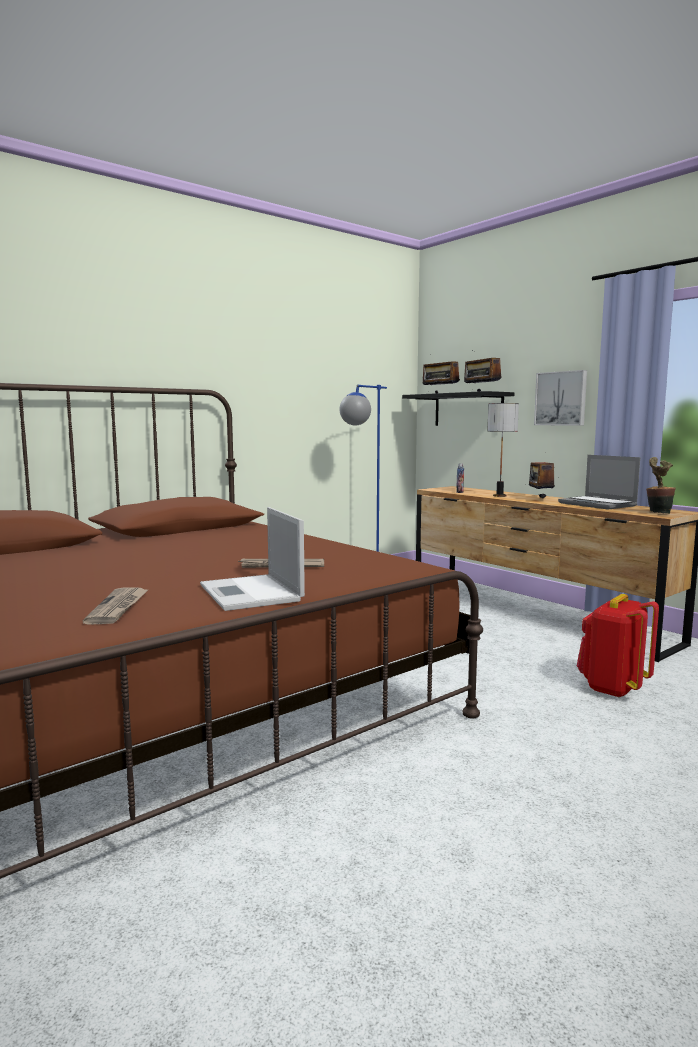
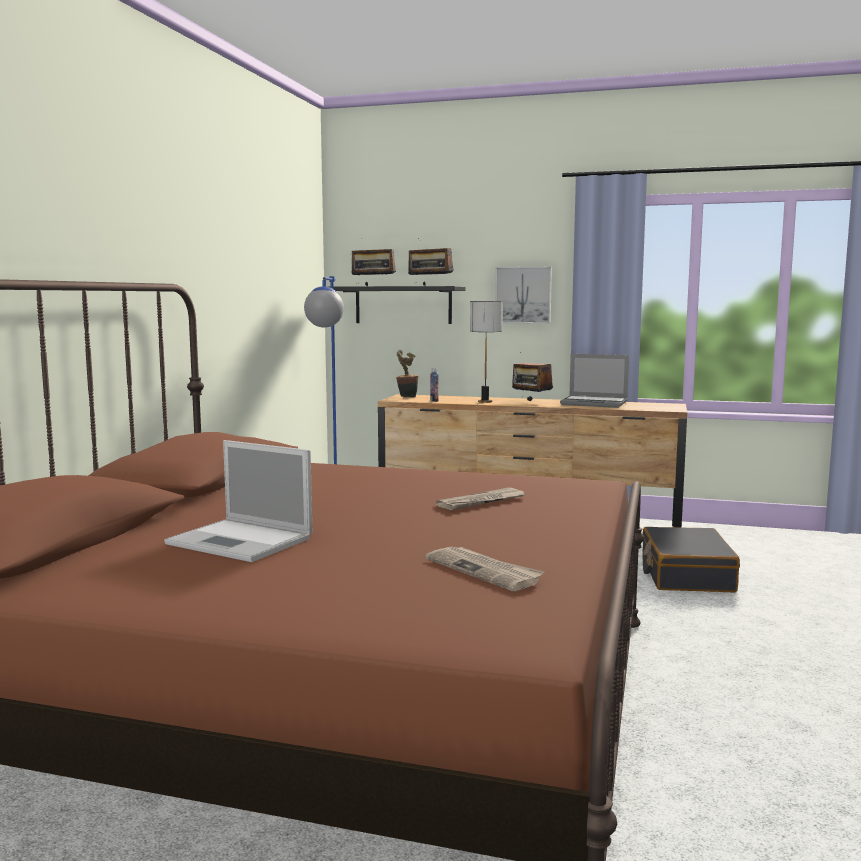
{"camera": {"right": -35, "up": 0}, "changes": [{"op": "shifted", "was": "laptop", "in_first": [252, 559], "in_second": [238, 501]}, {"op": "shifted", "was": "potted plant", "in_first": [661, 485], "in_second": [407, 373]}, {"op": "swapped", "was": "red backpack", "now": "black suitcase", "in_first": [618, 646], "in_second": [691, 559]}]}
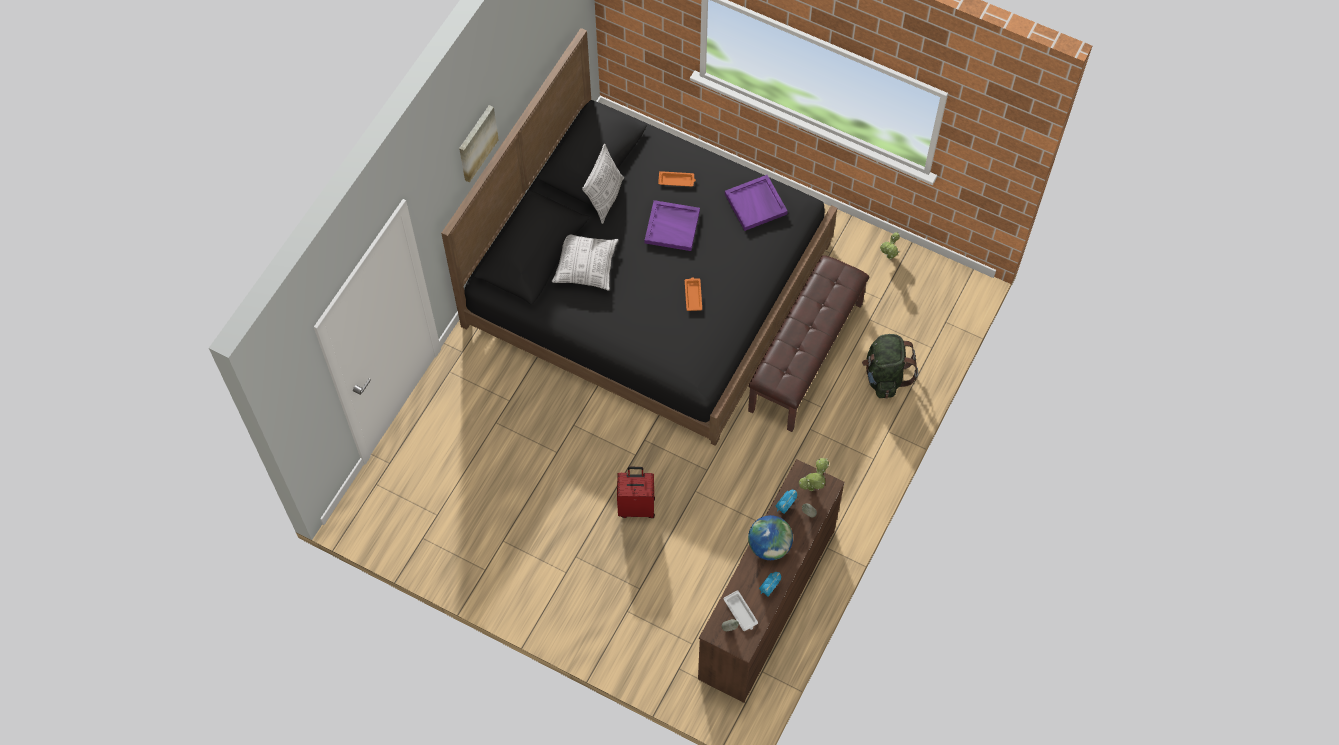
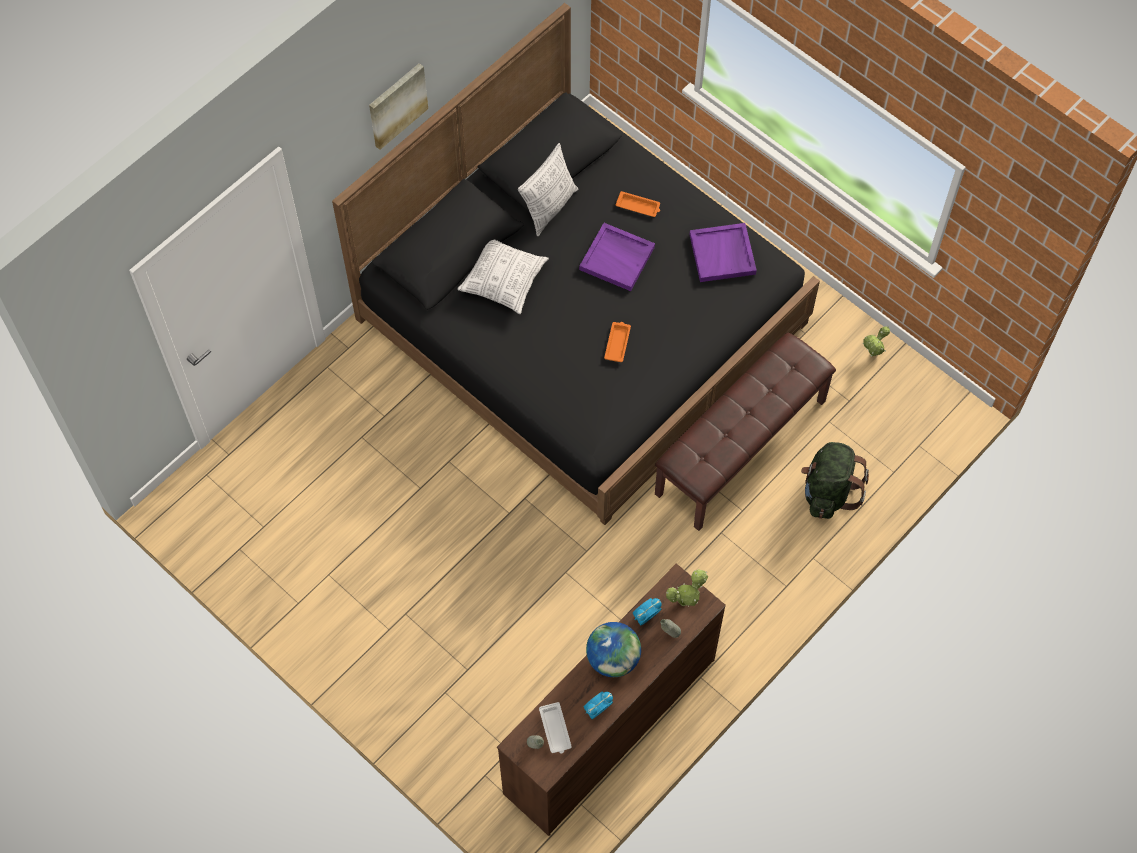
{"camera": {"right": 15, "up": 0}, "changes": [{"op": "gone", "was": "red suitcase", "in_first": [636, 492]}]}
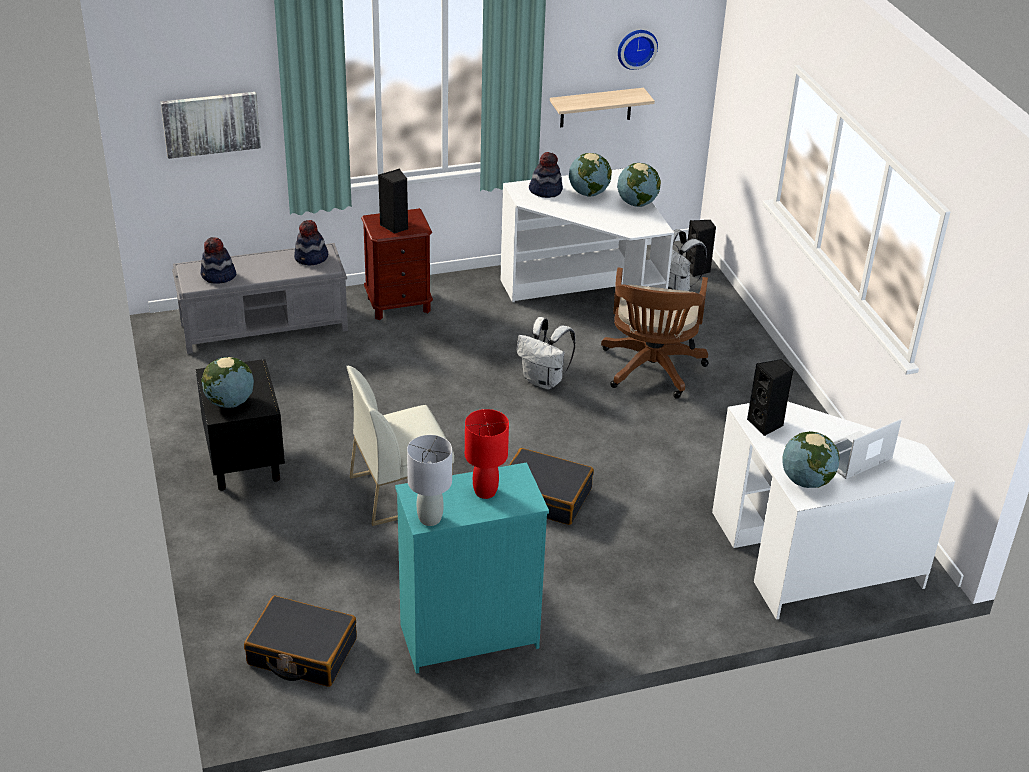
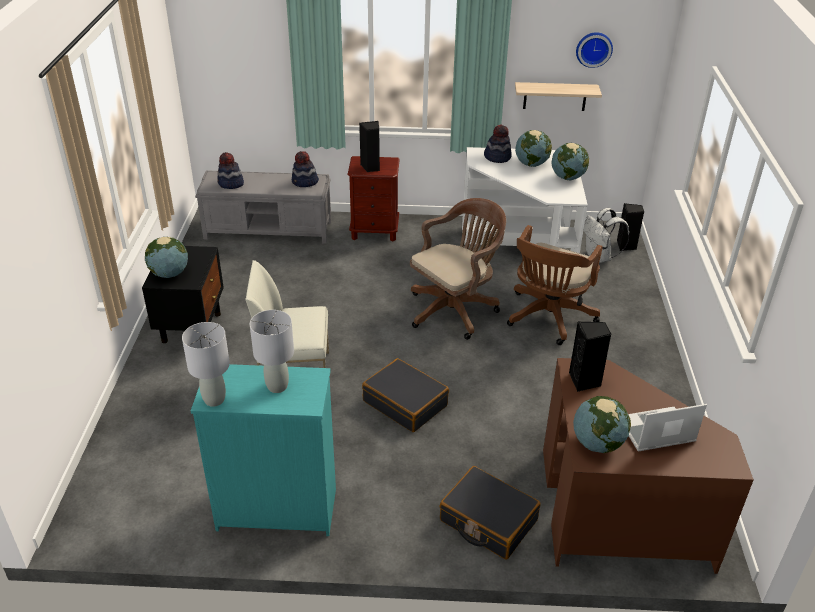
{"camera": {"right": 20, "up": 0}, "changes": [{"op": "gone", "was": "picture", "in_first": [211, 125]}, {"op": "shifted", "was": "black suitcase", "in_first": [300, 641], "in_second": [490, 513]}, {"op": "swapped", "was": "white backpack", "now": "brown office chair", "in_first": [545, 353], "in_second": [458, 269]}, {"op": "repainted", "was": "red table lamp", "now": "grey table lamp", "in_first": [487, 454], "in_second": [272, 351]}, {"op": "repainted", "was": "white desk", "now": "brown desk", "in_first": [833, 510], "in_second": [648, 466]}]}
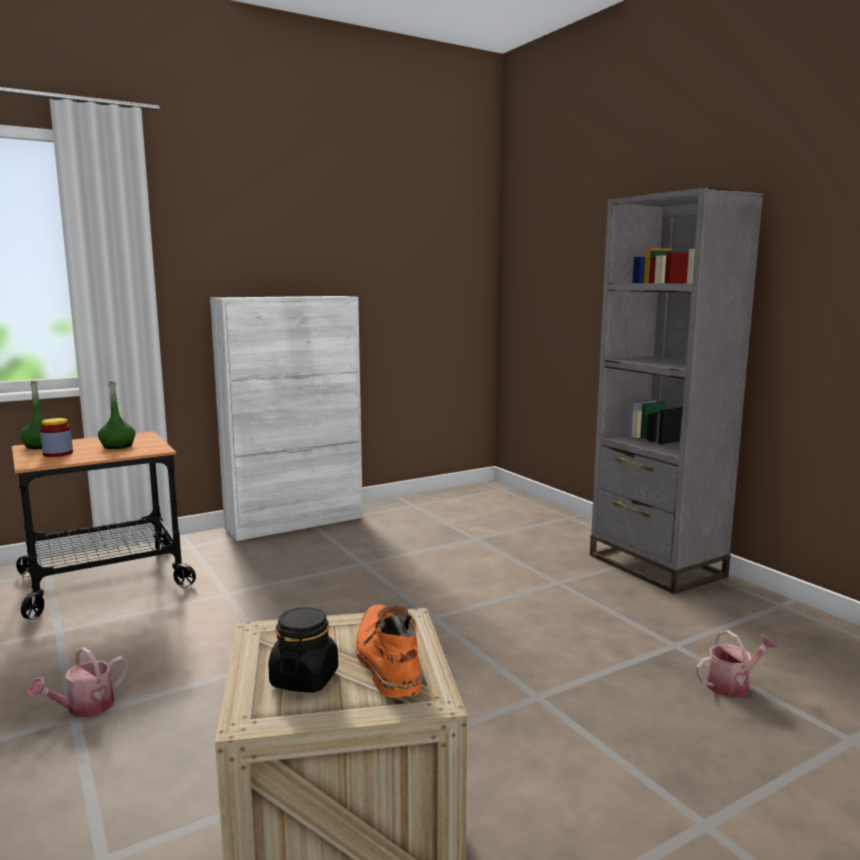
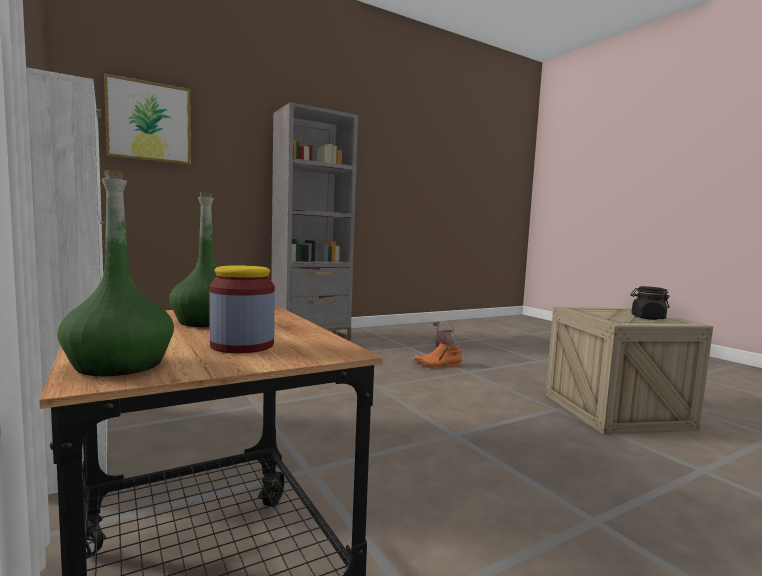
{"camera": {"right": -90, "up": -5}, "changes": [{"op": "gone", "was": "watering can", "in_first": [77, 682]}, {"op": "new", "now": "picture", "in_second": [147, 119]}, {"op": "shifted", "was": "orange boot", "in_first": [388, 651], "in_second": [436, 355]}]}
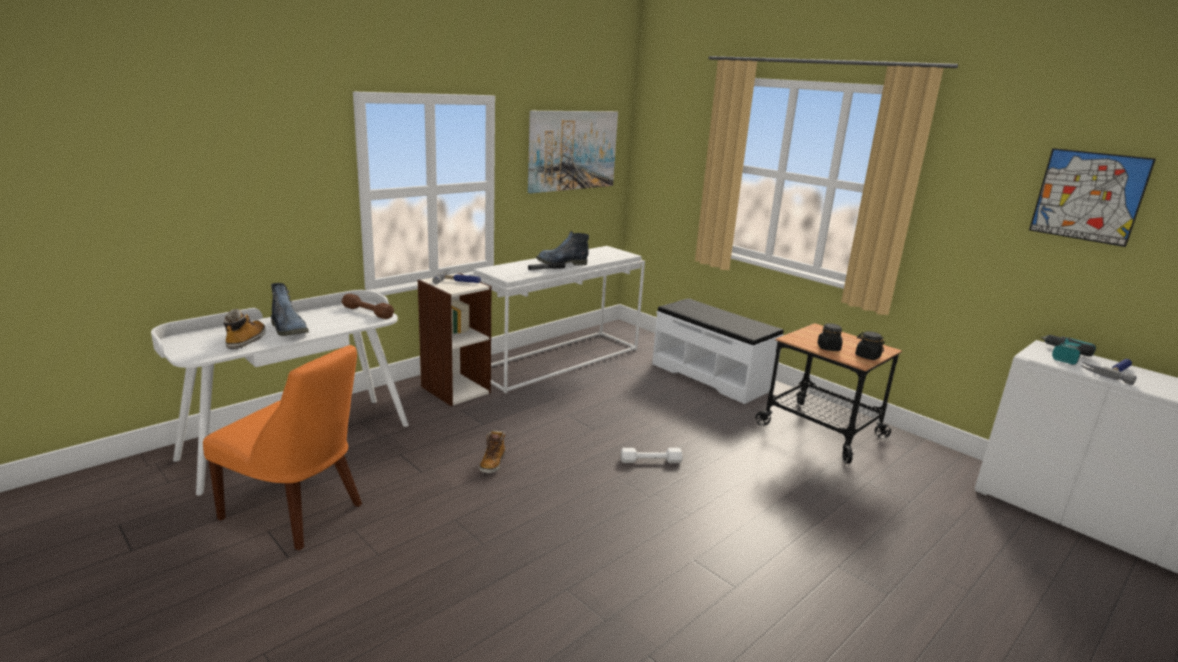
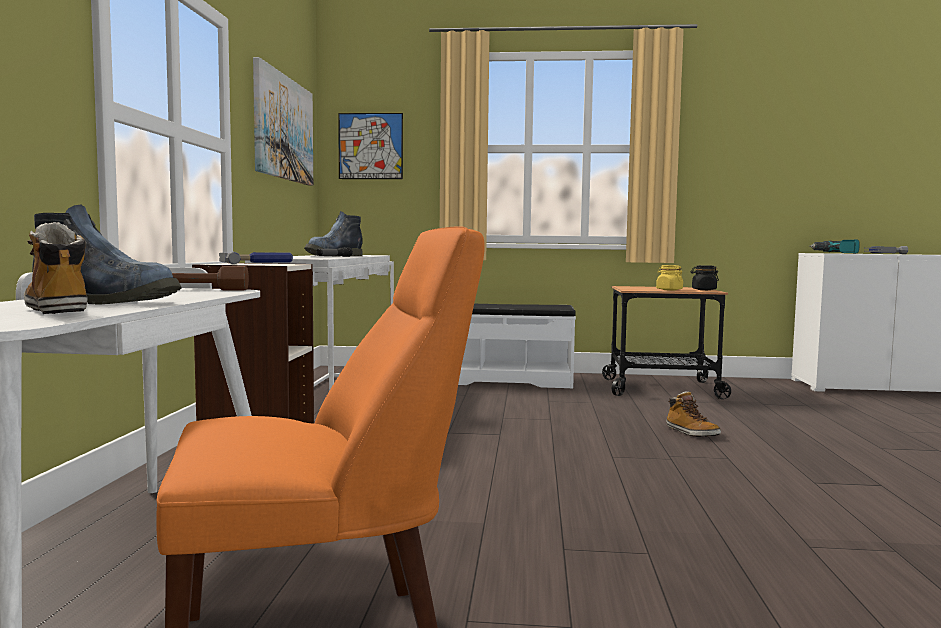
{"camera": {"right": -40, "up": -15}, "changes": [{"op": "gone", "was": "white dumbbell", "in_first": [651, 455]}, {"op": "shifted", "was": "boot", "in_first": [492, 452], "in_second": [693, 414]}, {"op": "shifted", "was": "picture", "in_first": [1092, 197], "in_second": [370, 146]}, {"op": "repainted", "was": "black jar", "now": "yellow jar", "in_first": [829, 337], "in_second": [669, 277]}]}
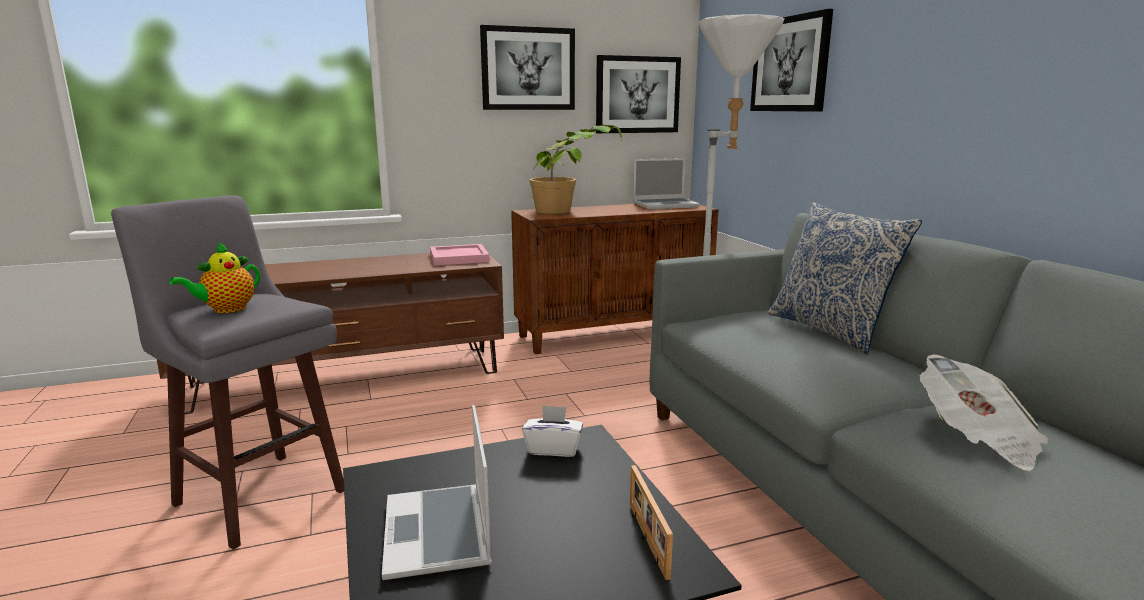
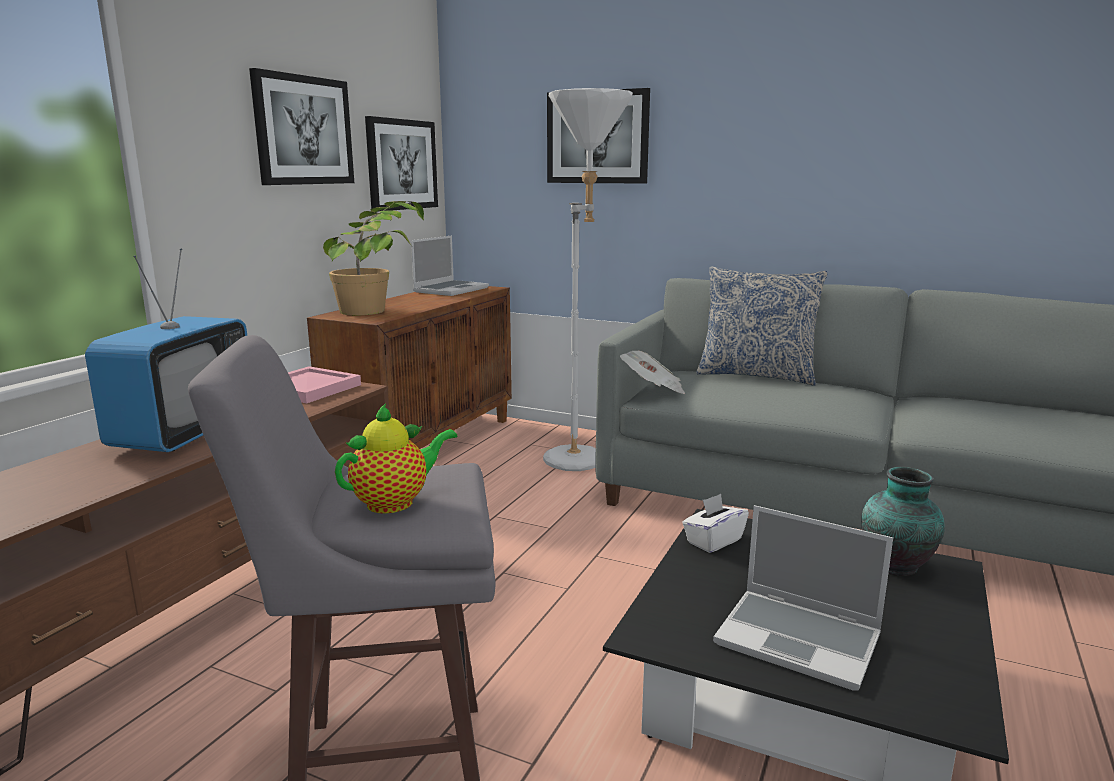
{"camera": {"right": -45, "up": 0}, "changes": [{"op": "new", "now": "television", "in_second": [166, 350]}, {"op": "shifted", "was": "newspaper", "in_first": [984, 413], "in_second": [652, 372]}, {"op": "swapped", "was": "picture frame", "now": "vase", "in_first": [651, 522], "in_second": [903, 521]}, {"op": "rotated", "was": "teapot", "in_first": [214, 277], "in_second": [396, 458], "clockwise": -120}]}
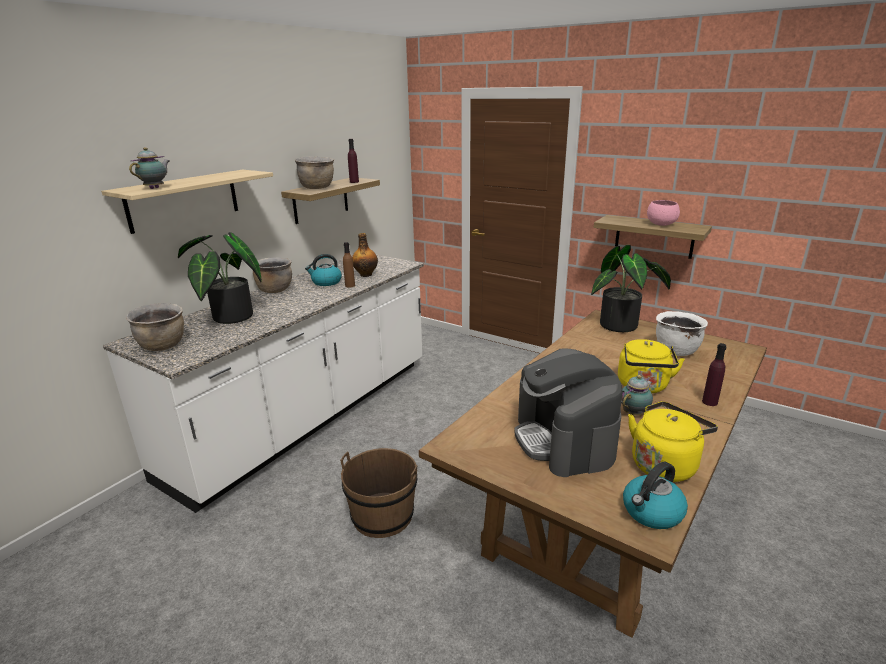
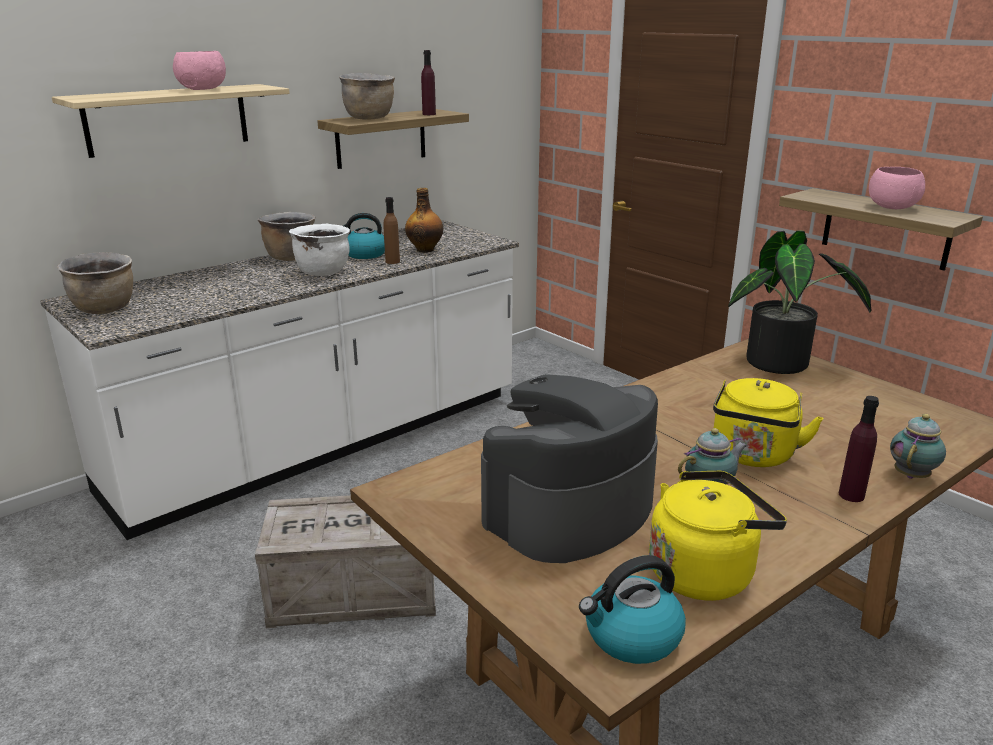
{"camera": {"right": 15, "up": 0}, "changes": [{"op": "gone", "was": "potted plant", "in_first": [220, 278]}, {"op": "new", "now": "pink bowl", "in_second": [199, 70]}, {"op": "shifted", "was": "teapot", "in_first": [149, 168], "in_second": [918, 446]}, {"op": "shifted", "was": "white cooking pot", "in_first": [682, 333], "in_second": [319, 250]}, {"op": "swapped", "was": "brown bucket", "now": "crate", "in_first": [379, 493], "in_second": [345, 561]}, {"op": "rotated", "was": "coffee machine", "in_first": [568, 412], "in_second": [569, 468], "clockwise": 45}]}
